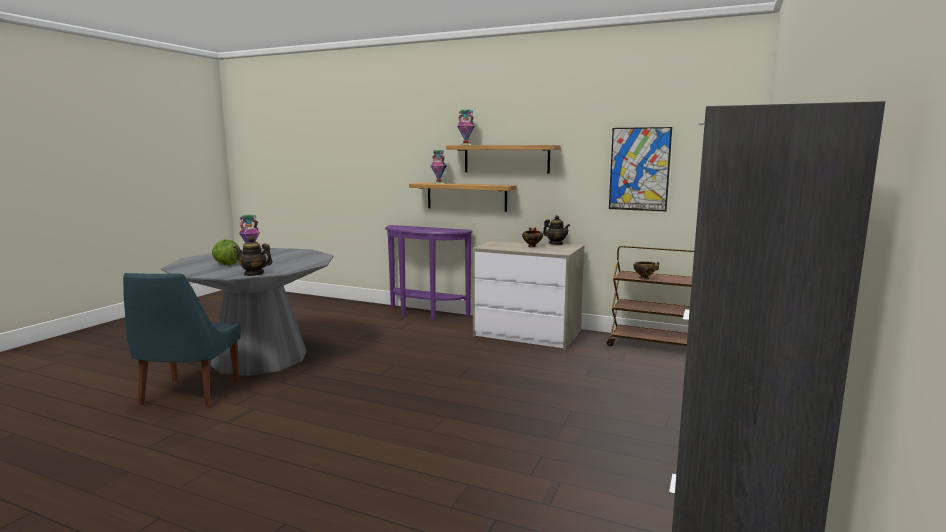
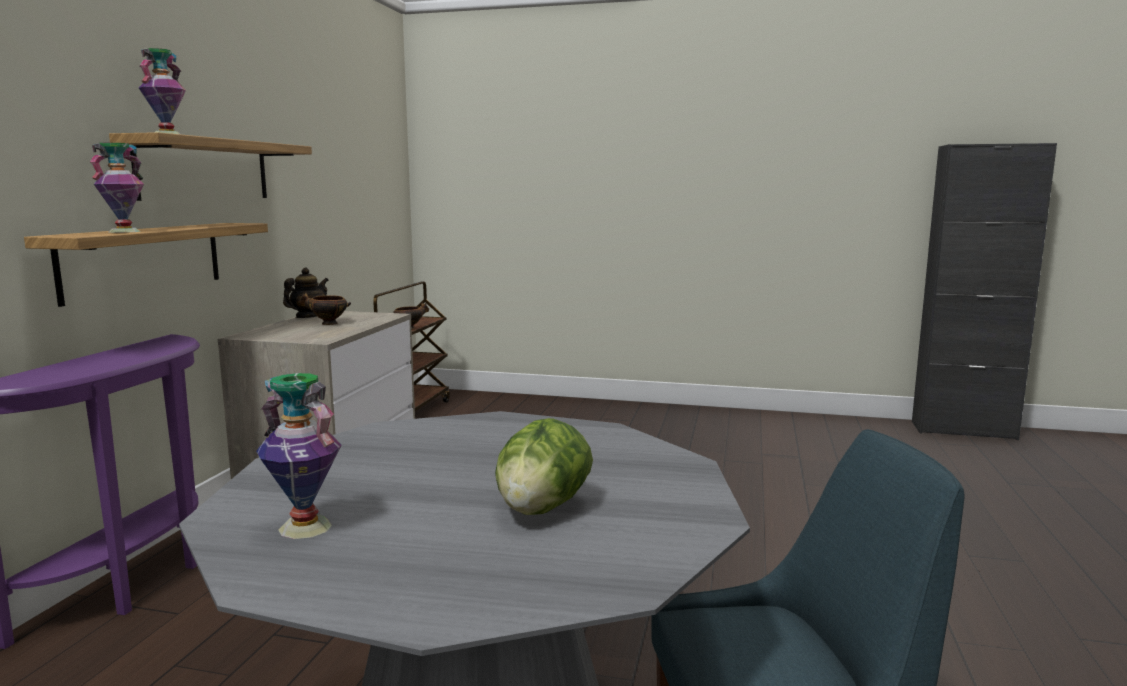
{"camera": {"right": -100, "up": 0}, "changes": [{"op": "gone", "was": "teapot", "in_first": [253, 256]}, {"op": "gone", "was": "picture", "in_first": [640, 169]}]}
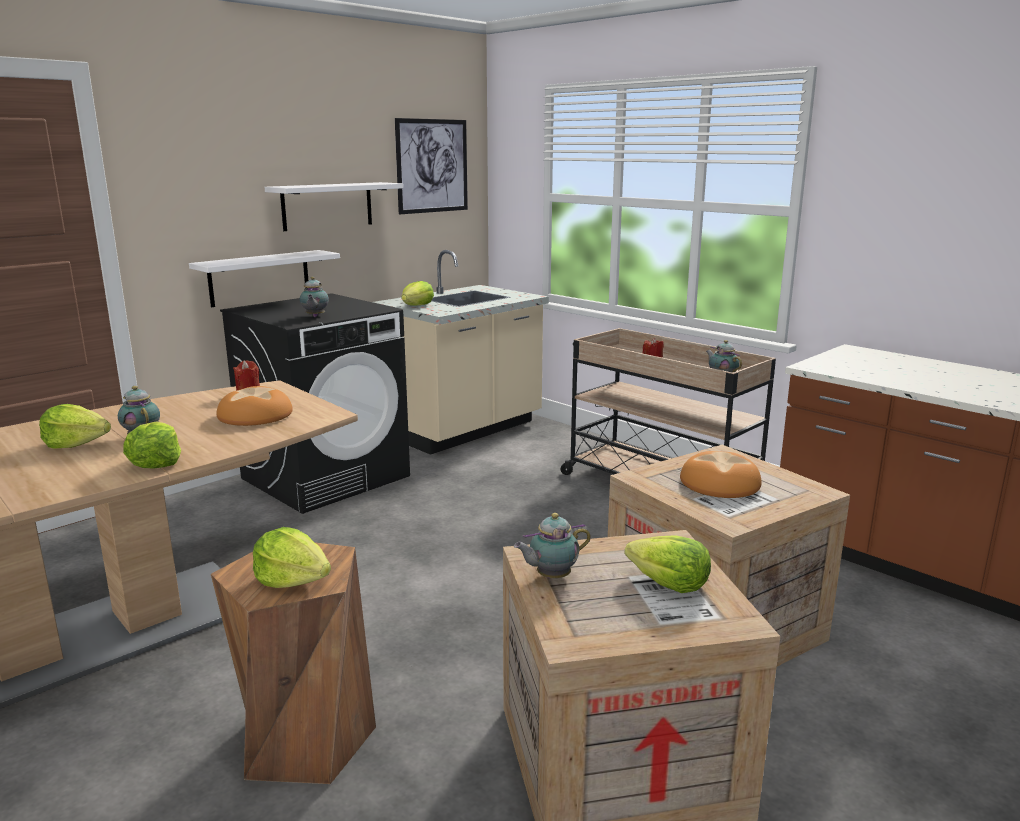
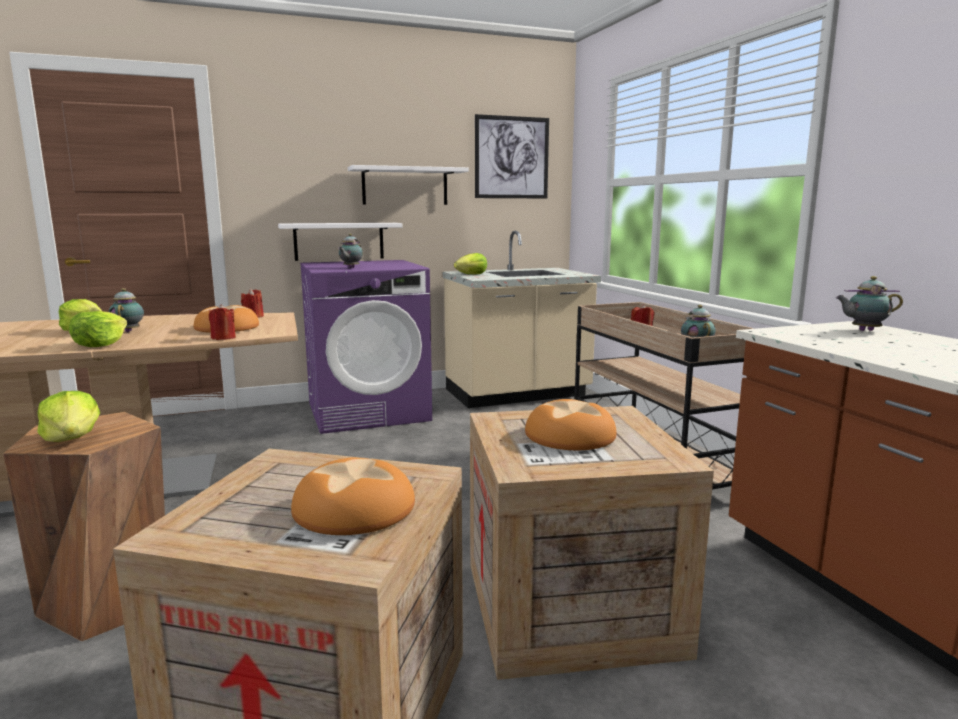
{"camera": {"right": 25, "up": -5}, "changes": [{"op": "new", "now": "red candle", "in_second": [222, 322]}, {"op": "shifted", "was": "teapot", "in_first": [552, 545], "in_second": [869, 303]}, {"op": "swapped", "was": "lettuce", "now": "bread", "in_first": [668, 564], "in_second": [353, 496]}, {"op": "repainted", "was": "black washing machine", "now": "purple washing machine", "in_first": [315, 403], "in_second": [366, 347]}]}
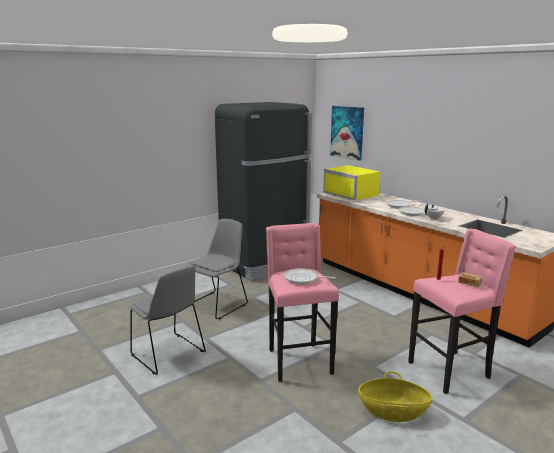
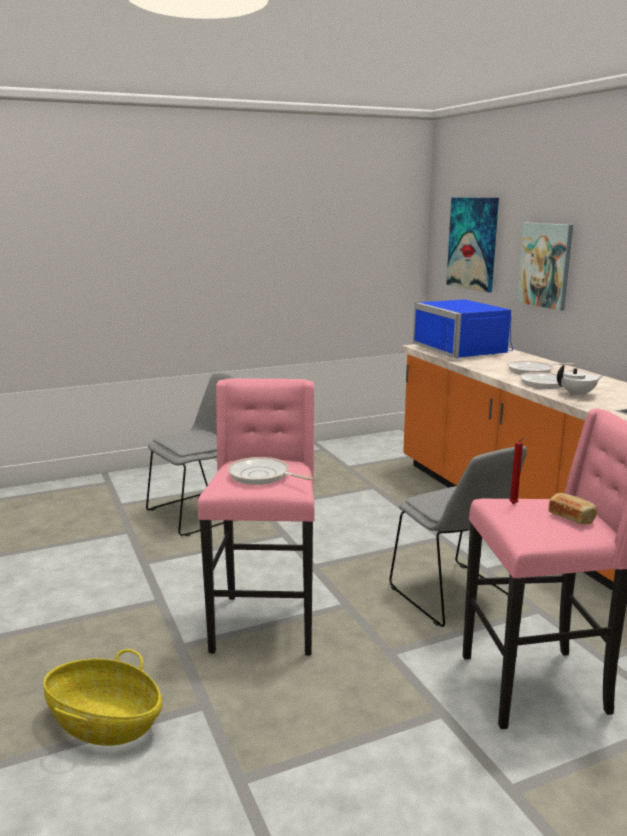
{"camera": {"right": 15, "up": 0}, "changes": [{"op": "gone", "was": "black fridge", "in_first": [263, 191]}, {"op": "new", "now": "picture", "in_second": [544, 267]}, {"op": "shifted", "was": "grey chair", "in_first": [168, 320], "in_second": [458, 536]}, {"op": "shifted", "was": "basket", "in_first": [395, 396], "in_second": [102, 697]}, {"op": "repainted", "was": "yellow microwave", "now": "blue microwave", "in_first": [352, 182], "in_second": [463, 328]}]}
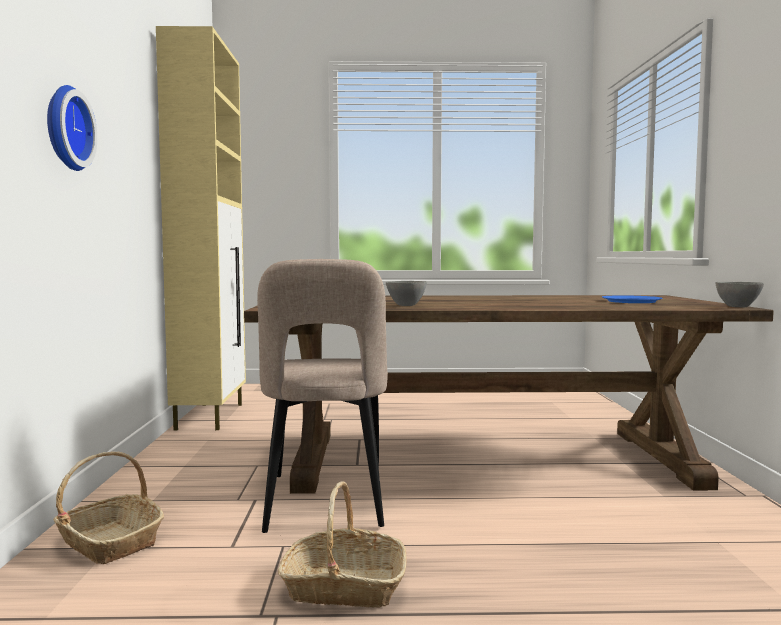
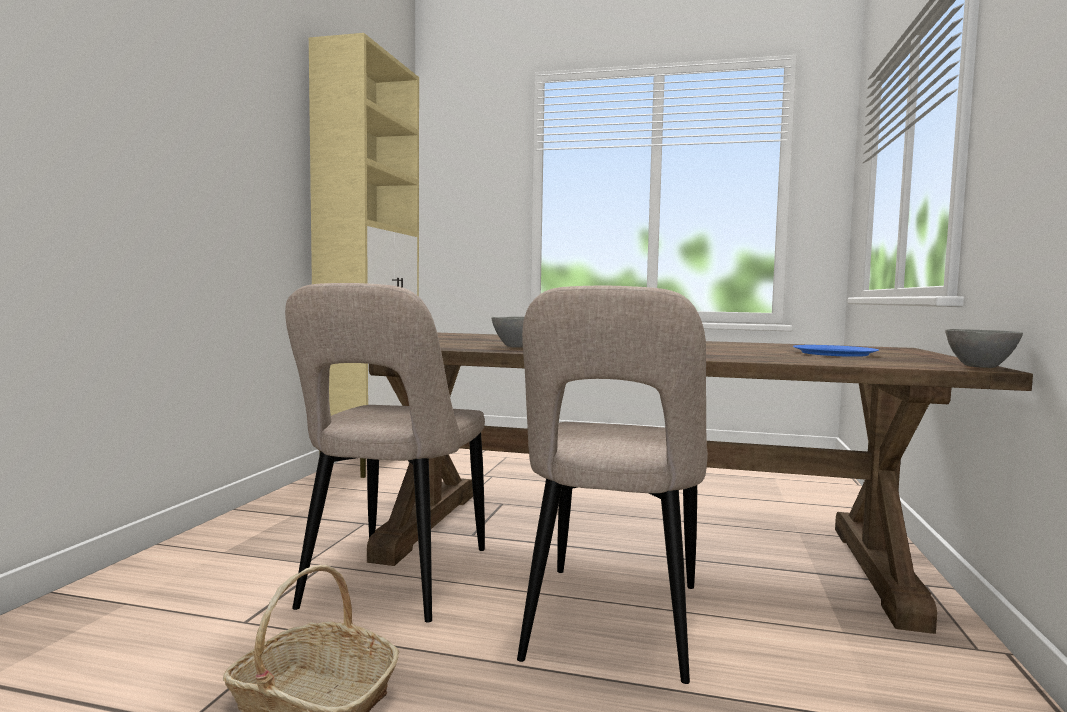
{"camera": {"right": 15, "up": 0}, "changes": [{"op": "gone", "was": "wall clock", "in_first": [72, 128]}, {"op": "gone", "was": "basket", "in_first": [108, 507]}, {"op": "new", "now": "beige chair", "in_second": [612, 485]}]}
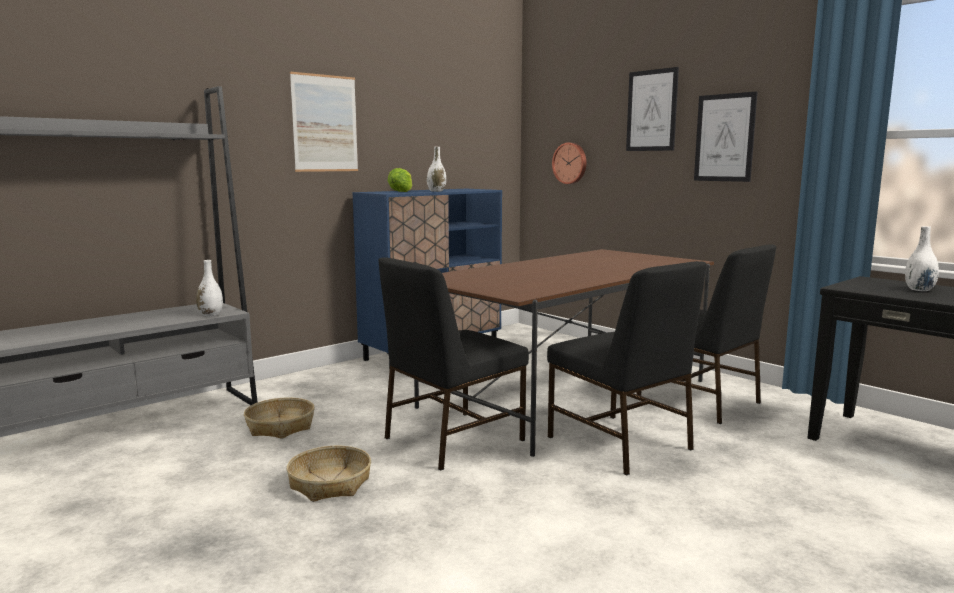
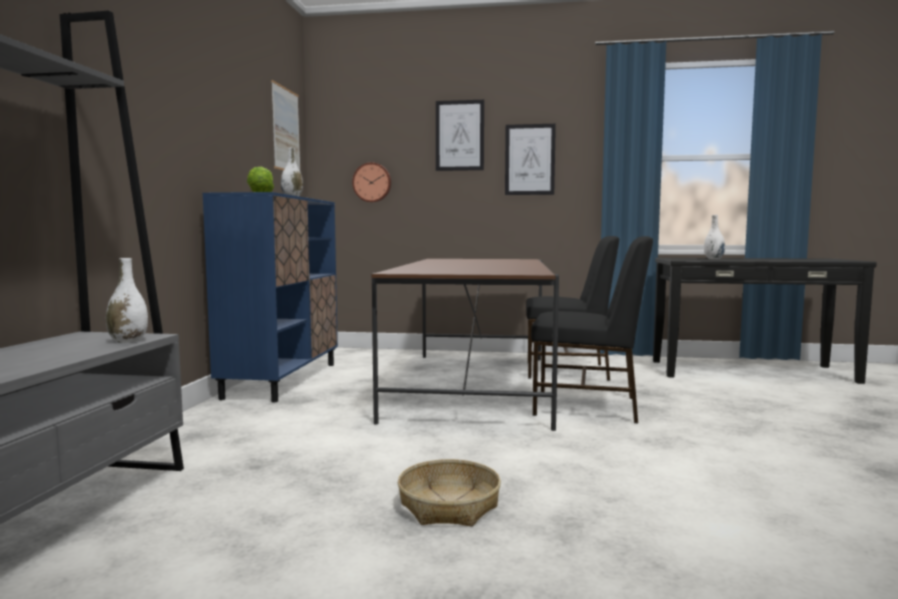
{"camera": {"right": -40, "up": -5}, "changes": [{"op": "gone", "was": "basket", "in_first": [279, 418]}, {"op": "gone", "was": "black chair", "in_first": [453, 363]}, {"op": "shifted", "was": "picture", "in_first": [324, 122], "in_second": [285, 125]}]}
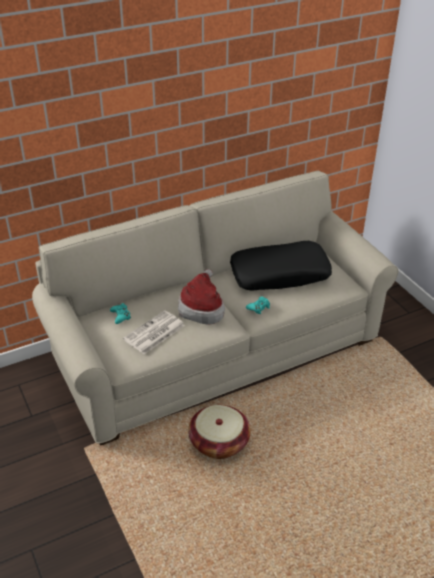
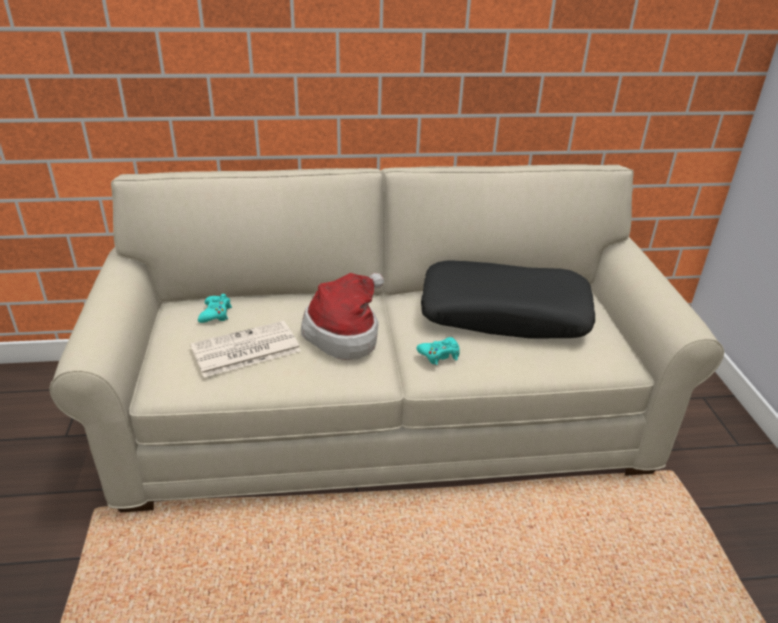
{"camera": {"right": 20, "up": -5}, "changes": [{"op": "gone", "was": "basket", "in_first": [219, 432]}]}
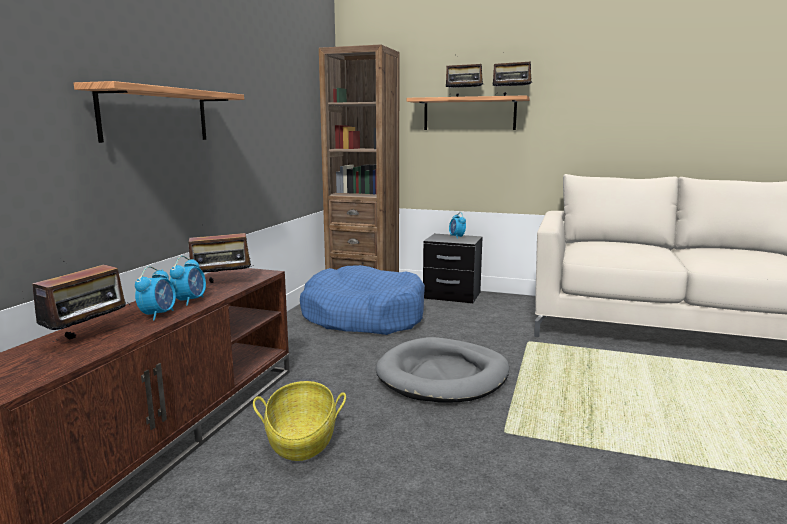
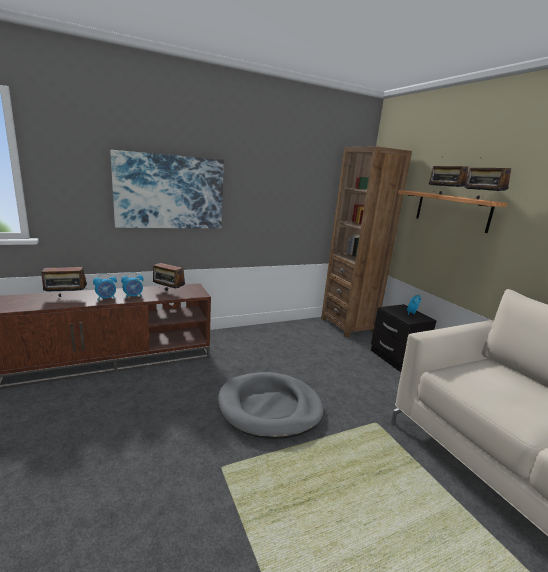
{"camera": {"right": 45, "up": 5}, "changes": [{"op": "gone", "was": "basket", "in_first": [299, 421]}, {"op": "gone", "was": "blue dog bed", "in_first": [362, 300]}, {"op": "swapped", "was": "shelf", "now": "picture", "in_first": [159, 112], "in_second": [167, 189]}]}
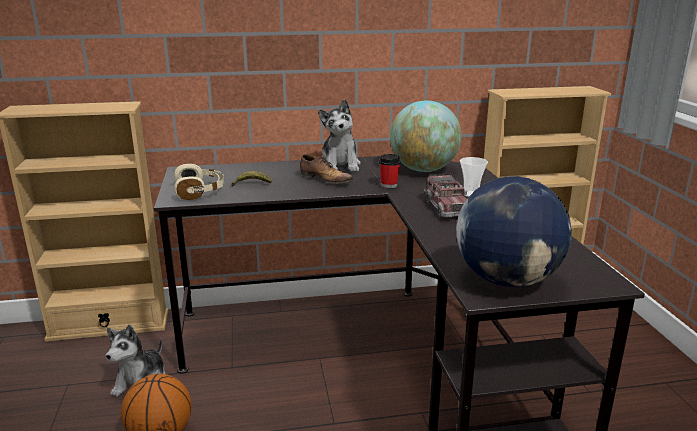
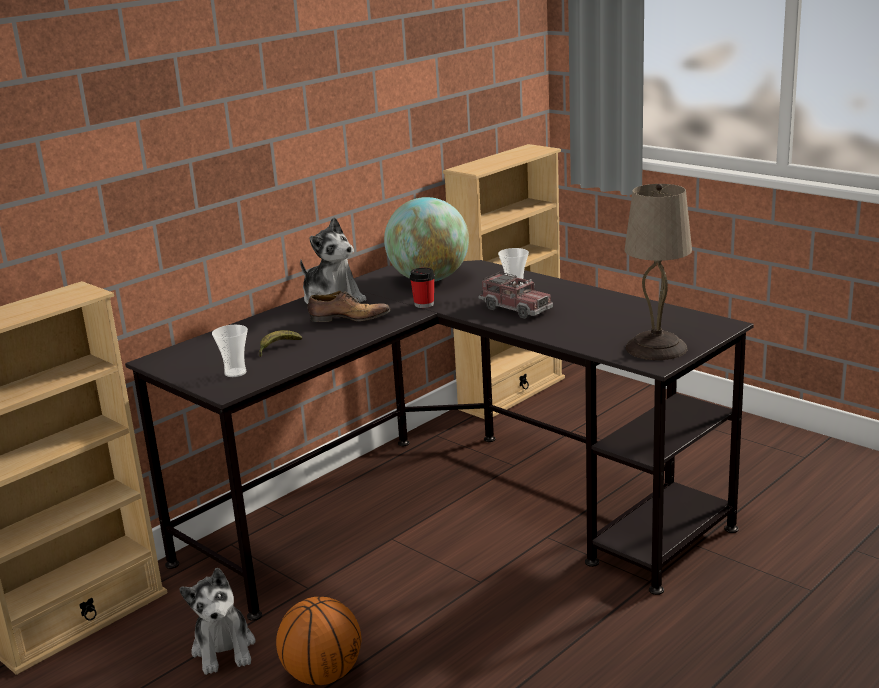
{"camera": {"right": -35, "up": 0}, "changes": [{"op": "swapped", "was": "beige headphones", "now": "cup", "in_first": [199, 182], "in_second": [230, 351]}, {"op": "swapped", "was": "globe", "now": "beige table lamp", "in_first": [514, 231], "in_second": [658, 272]}]}
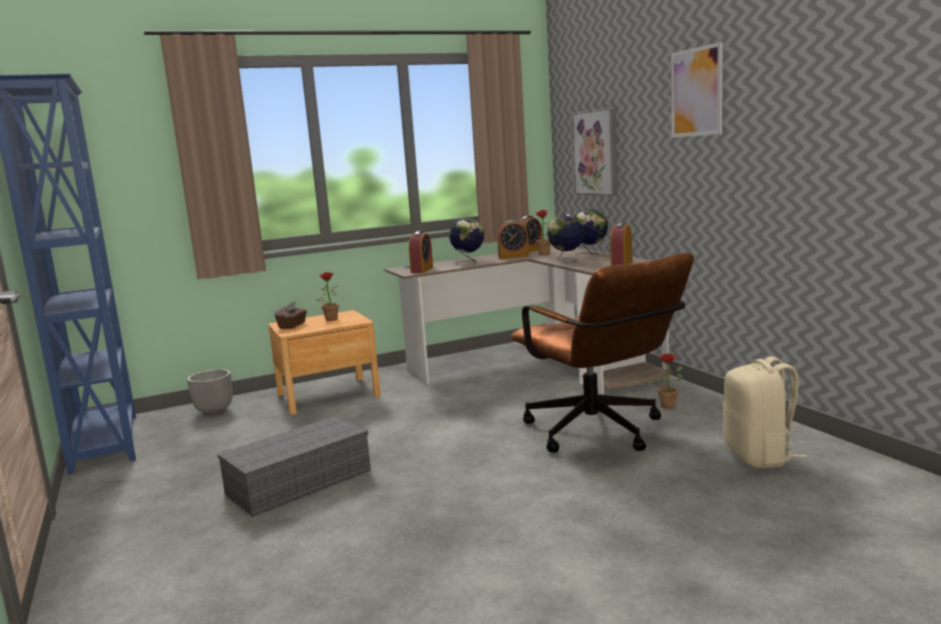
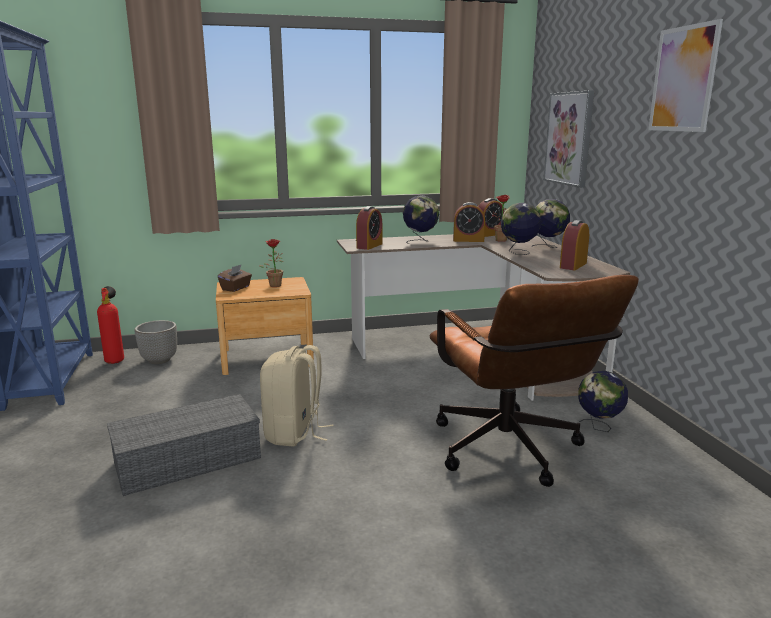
{"camera": {"right": 10, "up": 5}, "changes": [{"op": "new", "now": "fire extinguisher", "in_second": [110, 325]}, {"op": "shifted", "was": "beige backpack", "in_first": [765, 412], "in_second": [297, 396]}, {"op": "swapped", "was": "potted plant", "now": "globe", "in_first": [664, 381], "in_second": [603, 401]}]}
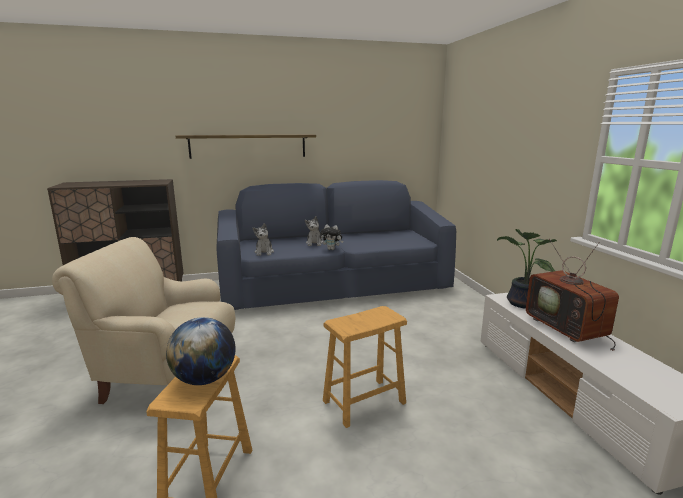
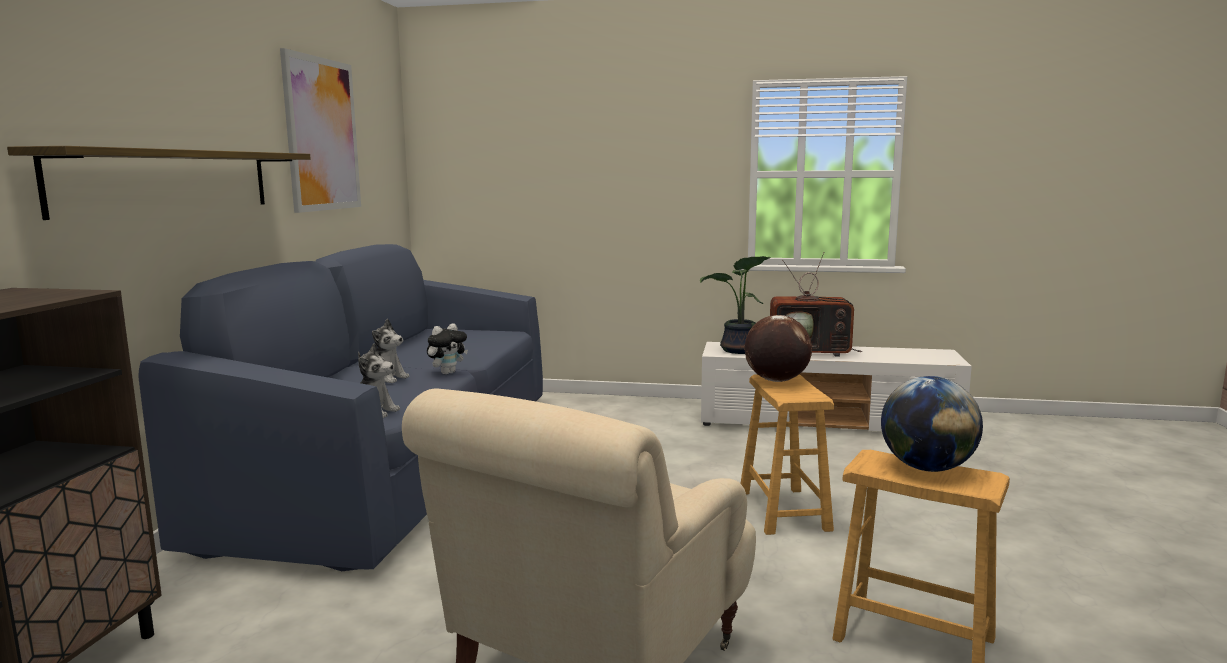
{"camera": {"right": -65, "up": -5}, "changes": [{"op": "new", "now": "picture", "in_second": [320, 130]}, {"op": "new", "now": "globe", "in_second": [778, 348]}]}
